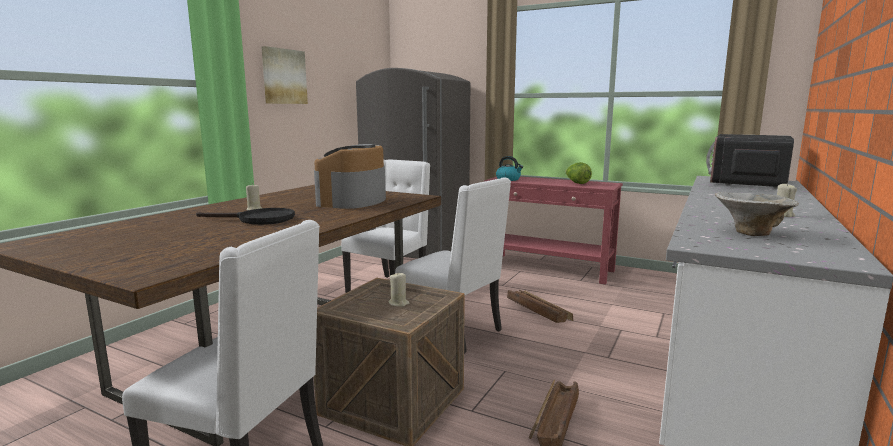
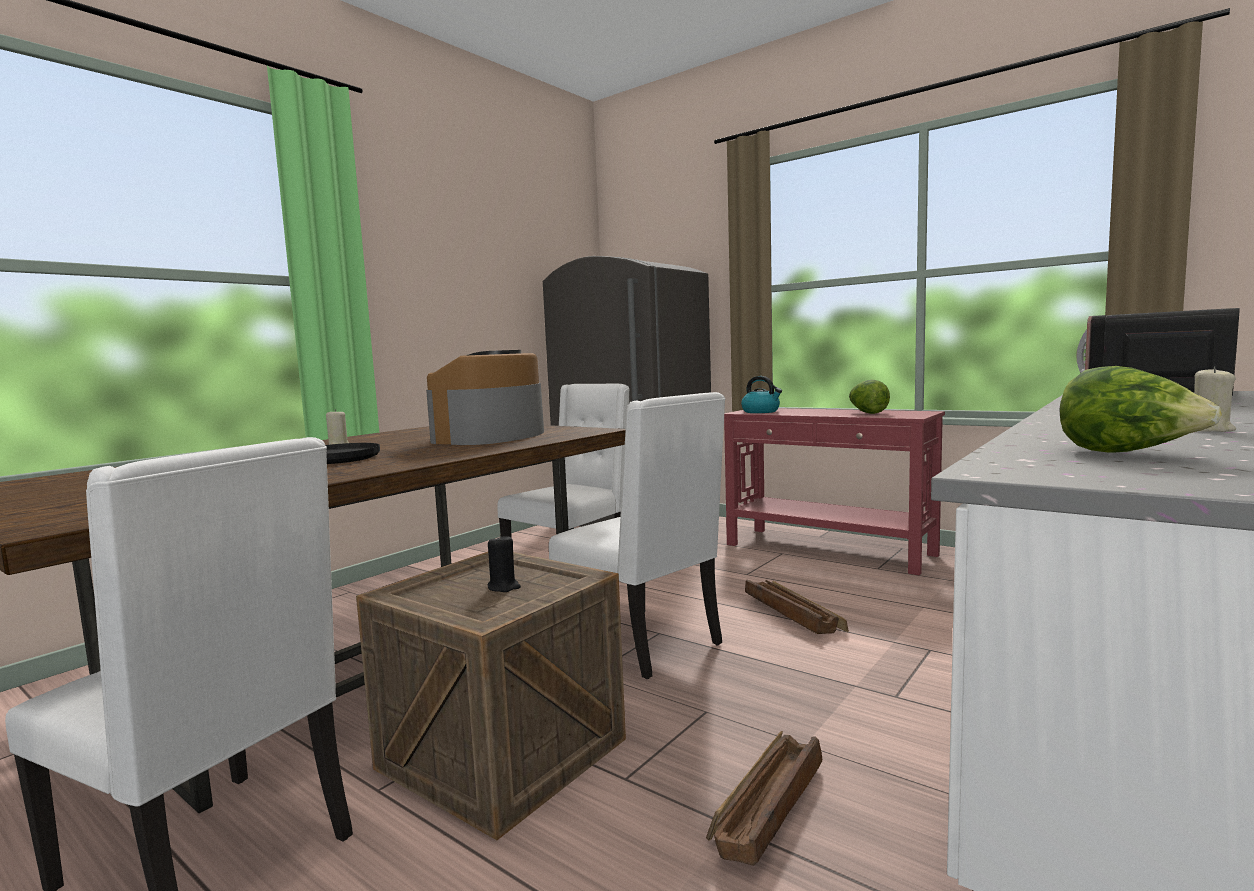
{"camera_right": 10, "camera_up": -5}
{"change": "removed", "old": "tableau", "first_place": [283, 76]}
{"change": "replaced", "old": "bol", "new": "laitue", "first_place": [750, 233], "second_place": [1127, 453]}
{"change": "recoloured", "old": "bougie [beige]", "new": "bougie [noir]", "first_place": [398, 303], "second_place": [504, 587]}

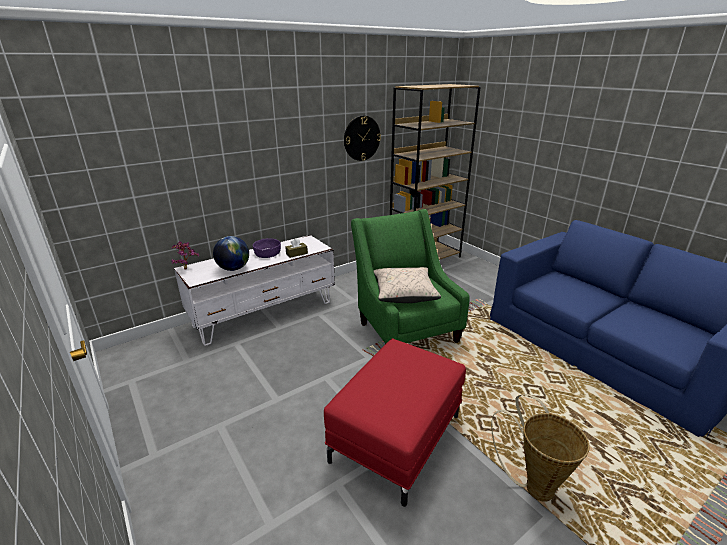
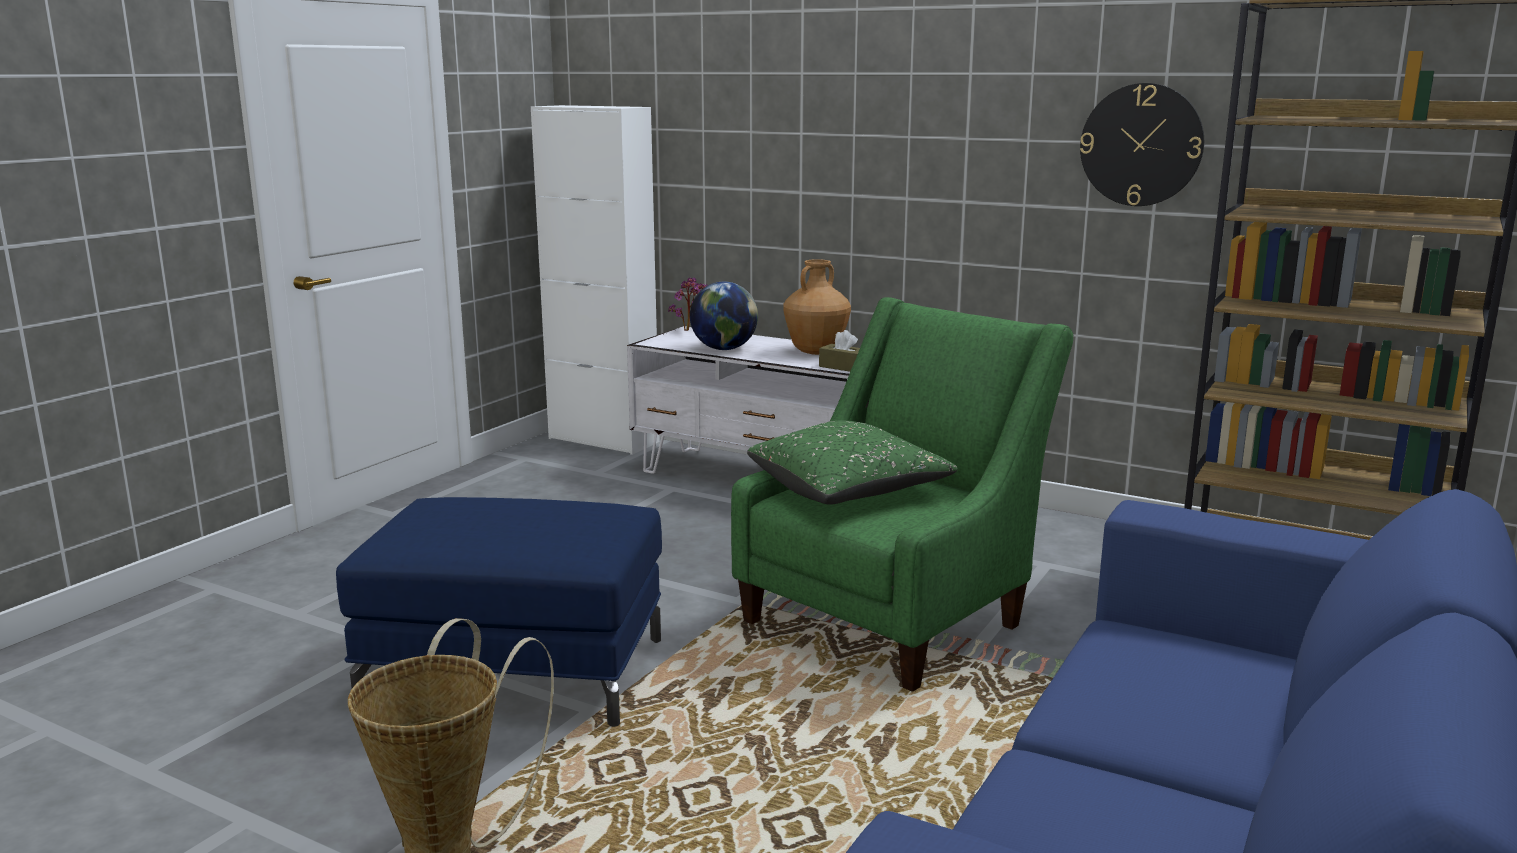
{"camera_right": 65, "camera_up": -10}
{"change": "replaced", "old": "bol [violet]", "new": "vase [marron]", "first_place": [267, 253], "second_place": [816, 352]}
{"change": "recoloured", "old": "coussin [beige]", "new": "coussin [vert]", "first_place": [404, 293], "second_place": [848, 490]}
{"change": "recoloured", "old": "pouf [rouge]", "new": "pouf [bleu]", "first_place": [395, 437], "second_place": [516, 671]}
{"change": "added", "new": "meuble de rangement [blanc]", "second_place": [603, 440]}

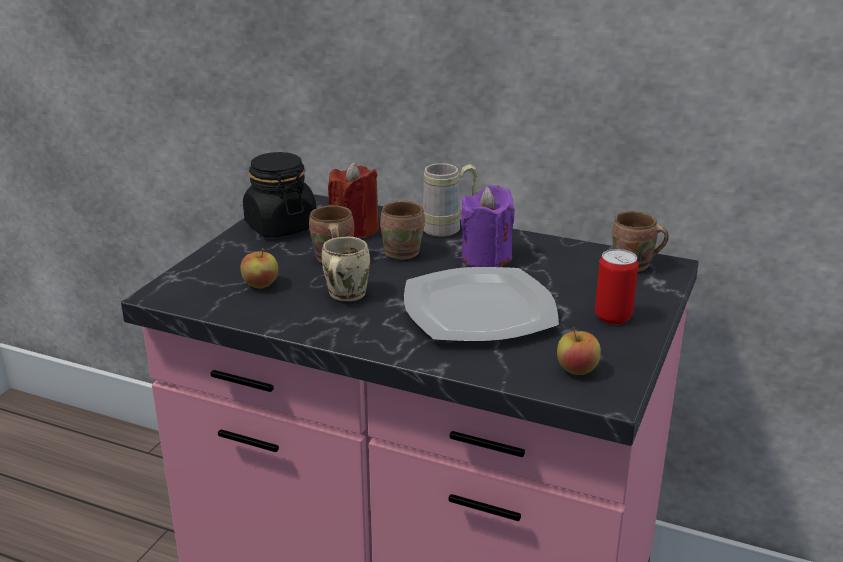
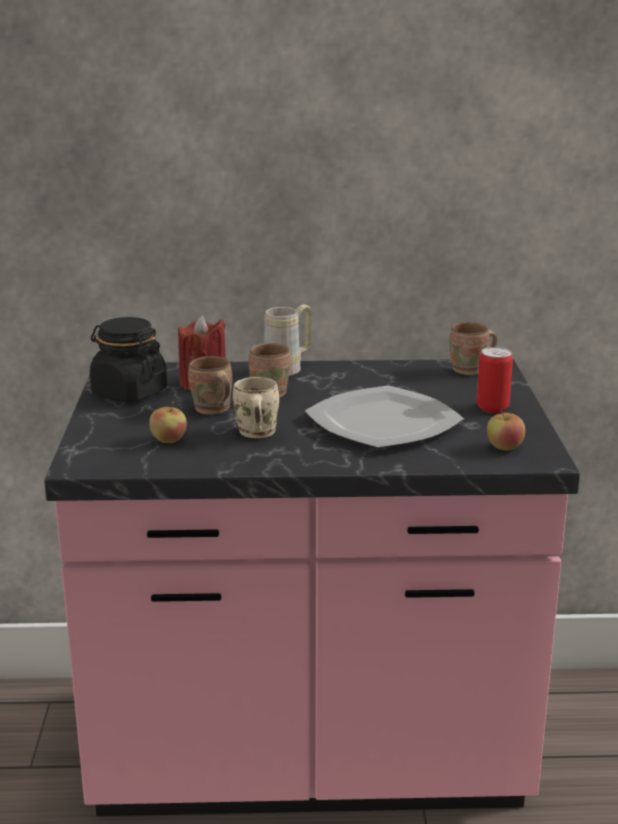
{"camera_right": -25, "camera_up": -5}
{"change": "removed", "old": "bougie [violet]", "first_place": [486, 257]}

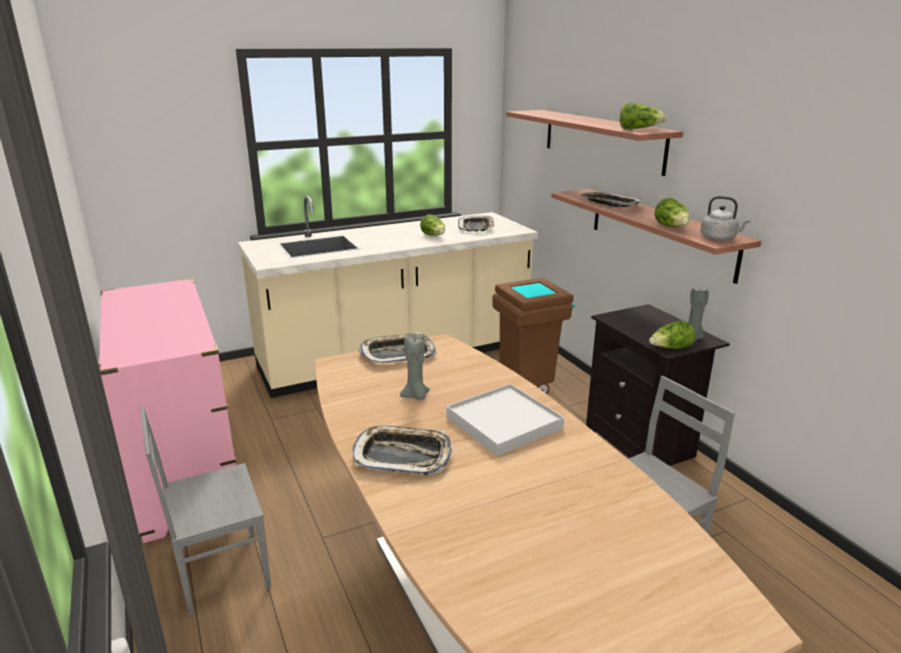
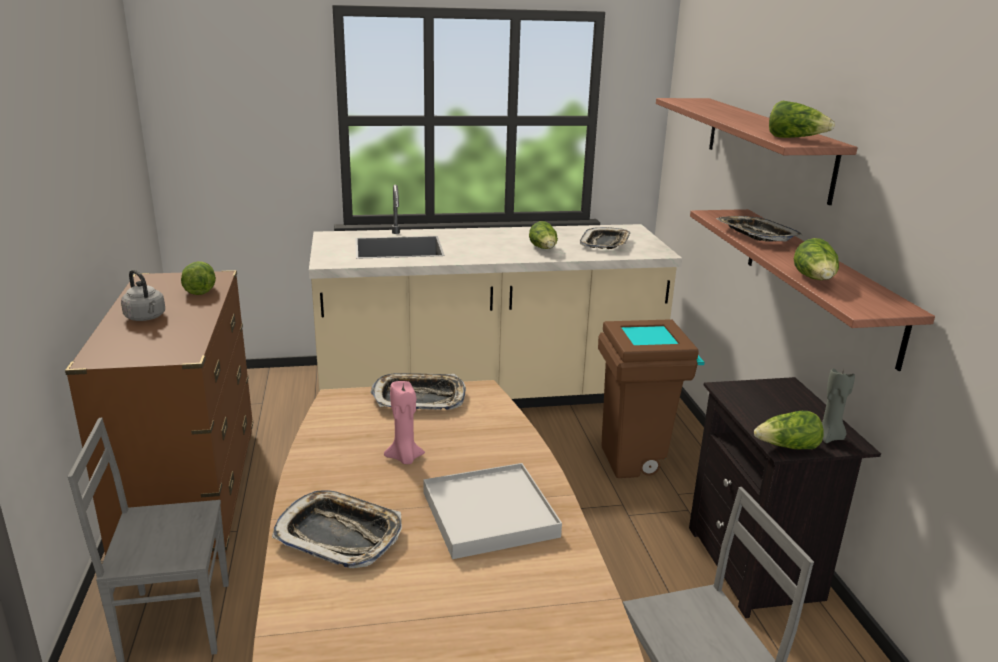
{"camera_right": 15, "camera_up": 0}
{"change": "moved", "old": "bouilloire [gris]", "first_place": [719, 239], "second_place": [146, 317]}
{"change": "recoloured", "old": "commode [rose]", "new": "commode [marron]", "first_place": [183, 471], "second_place": [191, 492]}
{"change": "recoloured", "old": "bougie [gris]", "new": "bougie [rose]", "first_place": [416, 396], "second_place": [404, 458]}
{"change": "added", "new": "laitue", "second_place": [199, 289]}

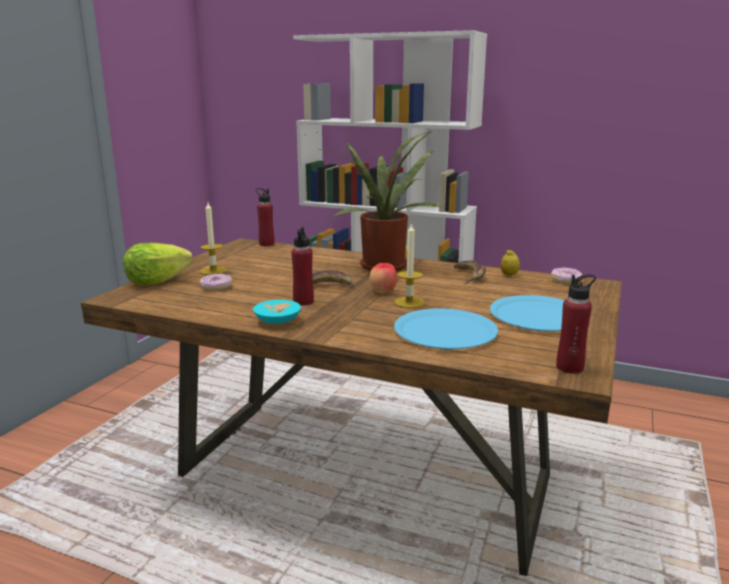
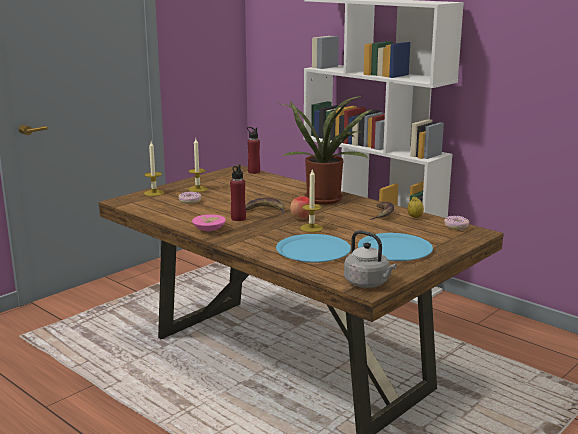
{"camera_right": 20, "camera_up": 0}
{"change": "replaced", "old": "laitue", "new": "bougie", "first_place": [156, 281], "second_place": [154, 193]}
{"change": "replaced", "old": "bouteille [rouge]", "new": "bouilloire [gris]", "first_place": [570, 367], "second_place": [368, 283]}
{"change": "recoloured", "old": "bol [turquoise]", "new": "bol [rose]", "first_place": [279, 321], "second_place": [210, 229]}

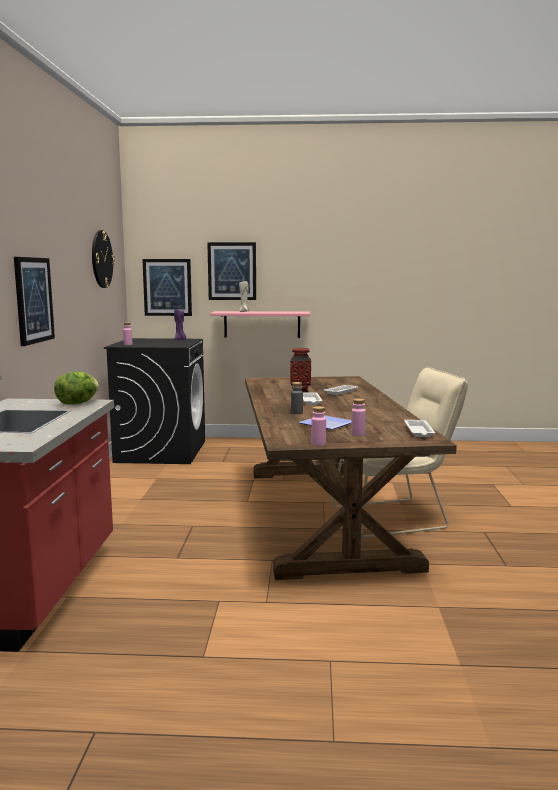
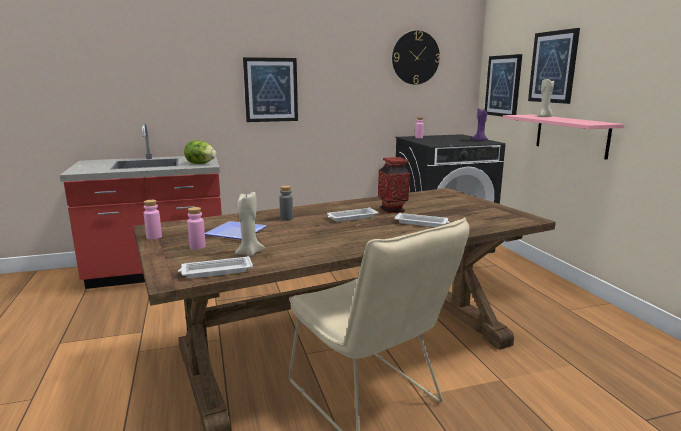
{"camera_right": 70, "camera_up": 5}
{"change": "added", "new": "bougie [beige]", "second_place": [249, 253]}

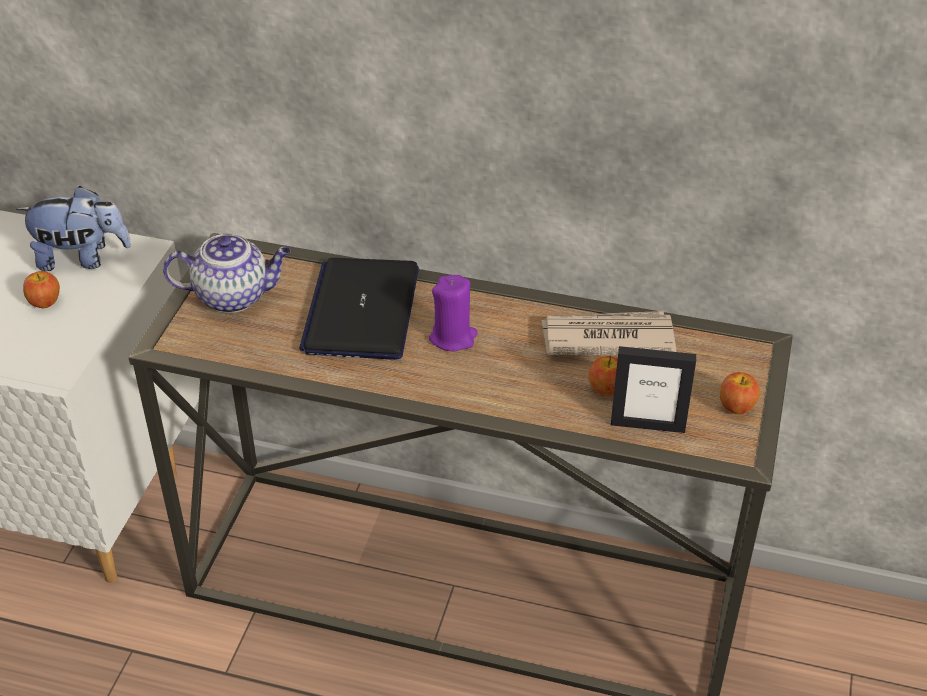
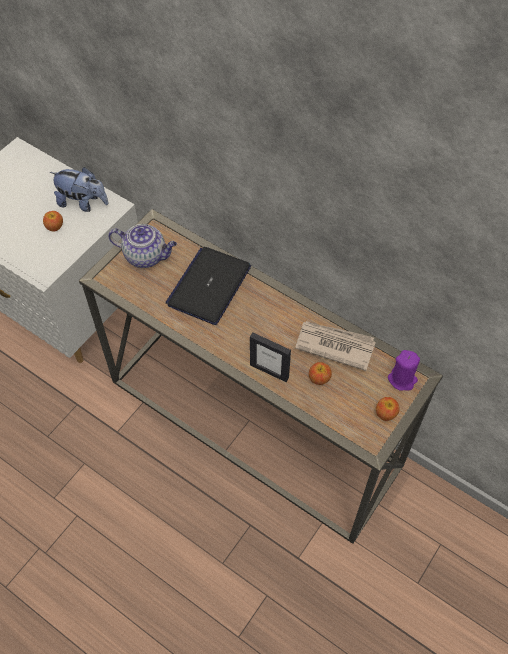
{"camera_right": 20, "camera_up": 15}
{"change": "moved", "old": "bougie [violet]", "first_place": [453, 337], "second_place": [402, 379]}
{"change": "moved", "old": "cadre photo", "first_place": [647, 425], "second_place": [269, 371]}

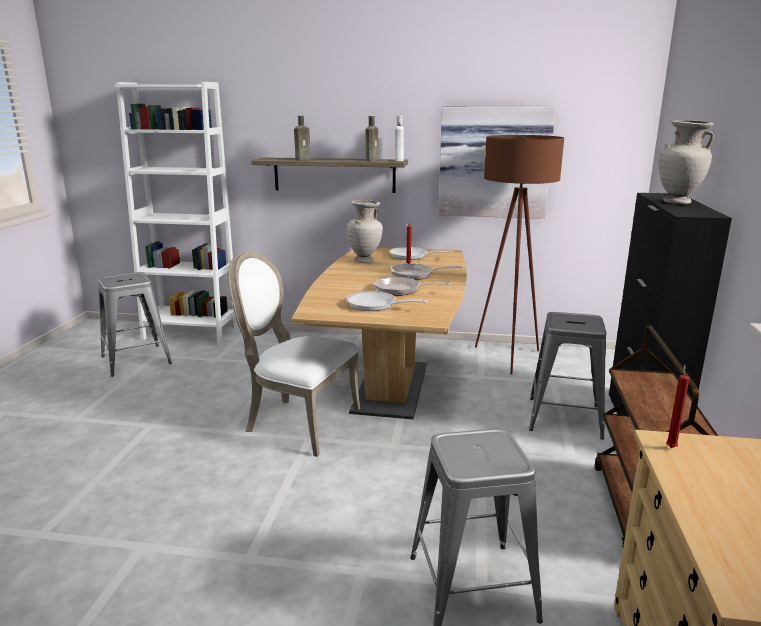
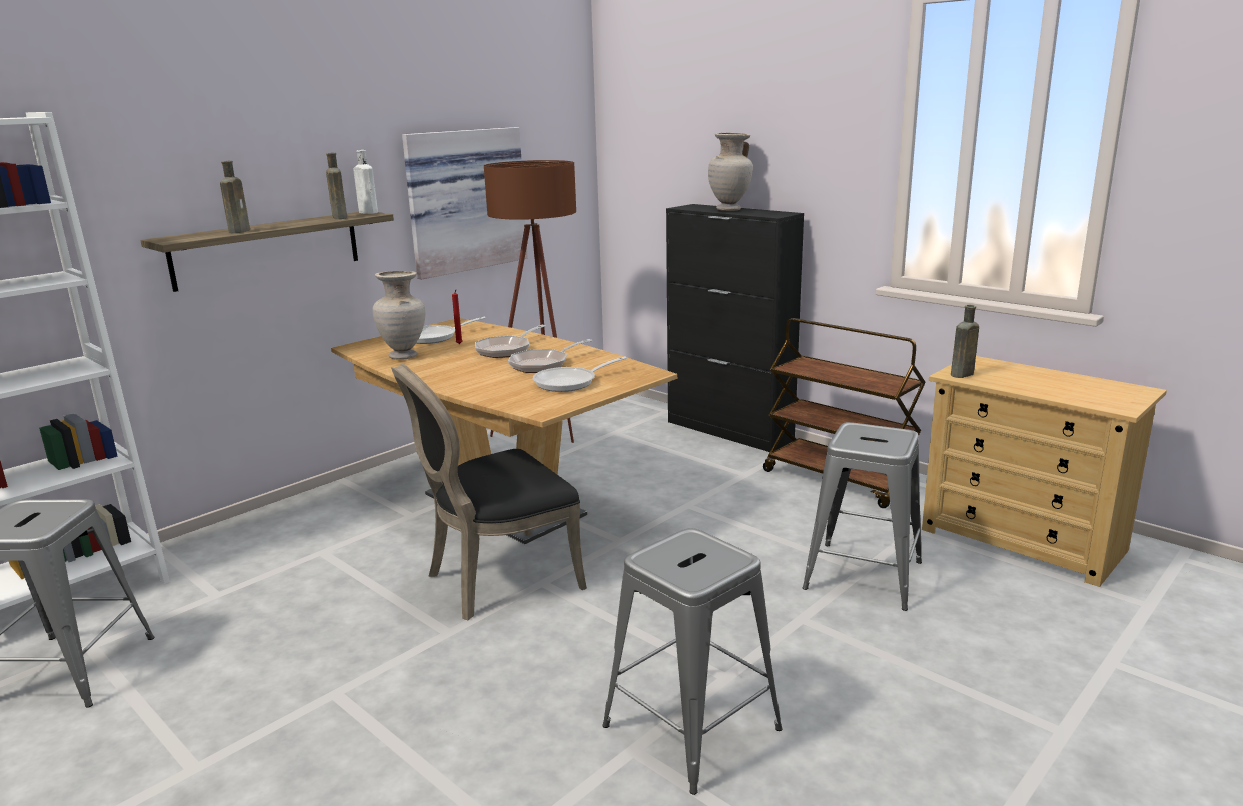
{"camera_right": -55, "camera_up": 0}
{"change": "recoloured", "old": "chaise [blanc]", "new": "chaise [noir]", "first_place": [298, 422], "second_place": [497, 580]}
{"change": "moved", "old": "tabouret [gris]", "first_place": [565, 417], "second_place": [691, 727]}
{"change": "replaced", "old": "bougie [rouge]", "new": "bouteille [marron]", "first_place": [671, 447], "second_place": [961, 375]}

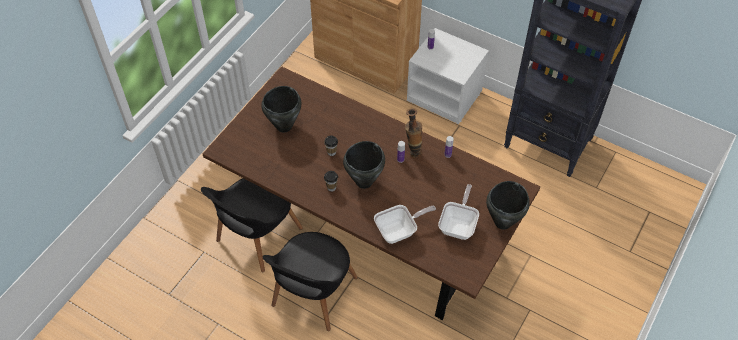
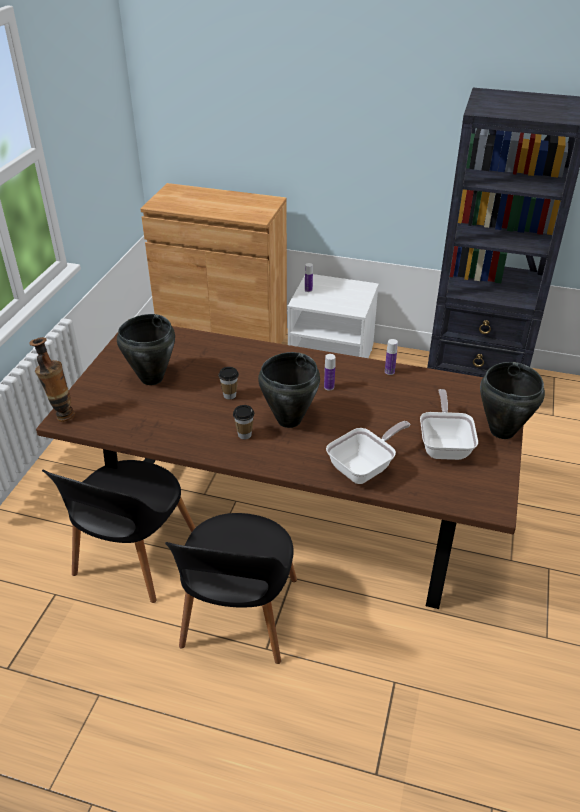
{"camera_right": -15, "camera_up": -15}
{"change": "moved", "old": "vase", "first_place": [413, 151], "second_place": [61, 415]}

